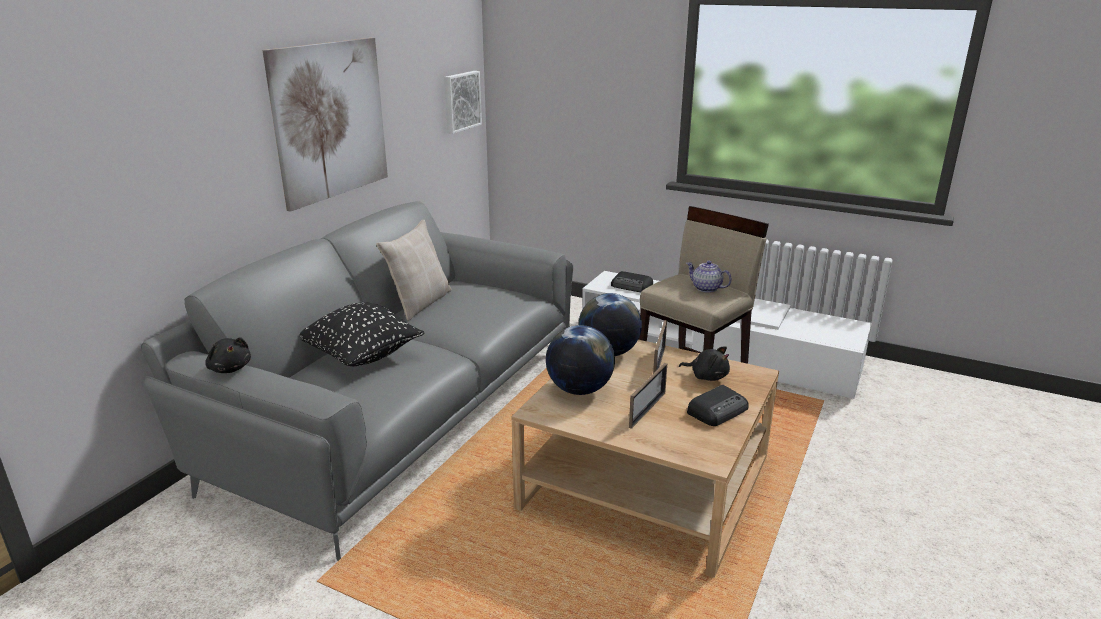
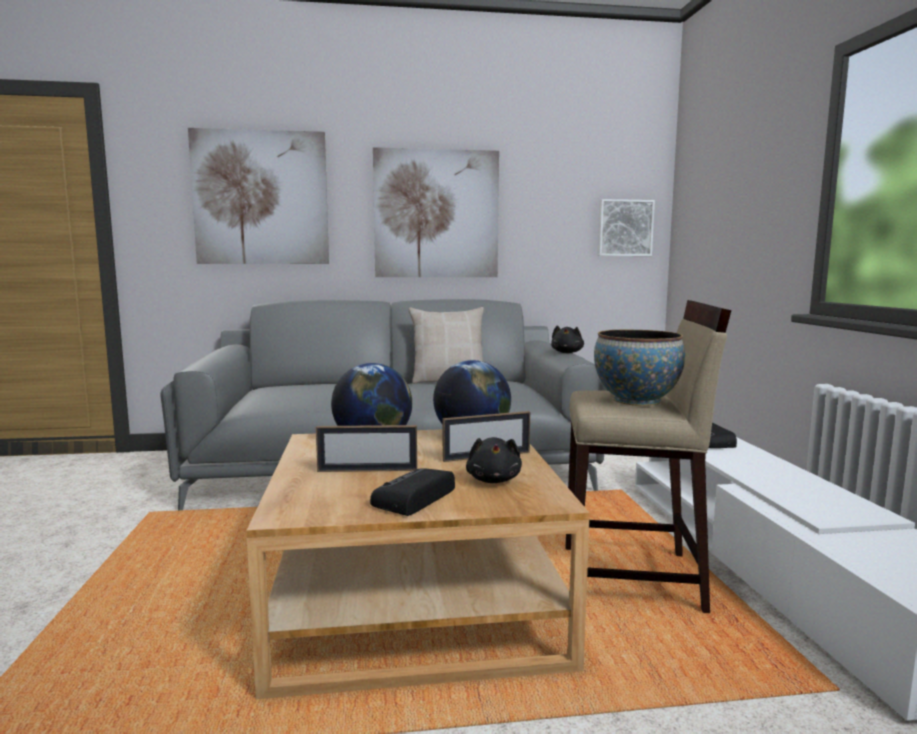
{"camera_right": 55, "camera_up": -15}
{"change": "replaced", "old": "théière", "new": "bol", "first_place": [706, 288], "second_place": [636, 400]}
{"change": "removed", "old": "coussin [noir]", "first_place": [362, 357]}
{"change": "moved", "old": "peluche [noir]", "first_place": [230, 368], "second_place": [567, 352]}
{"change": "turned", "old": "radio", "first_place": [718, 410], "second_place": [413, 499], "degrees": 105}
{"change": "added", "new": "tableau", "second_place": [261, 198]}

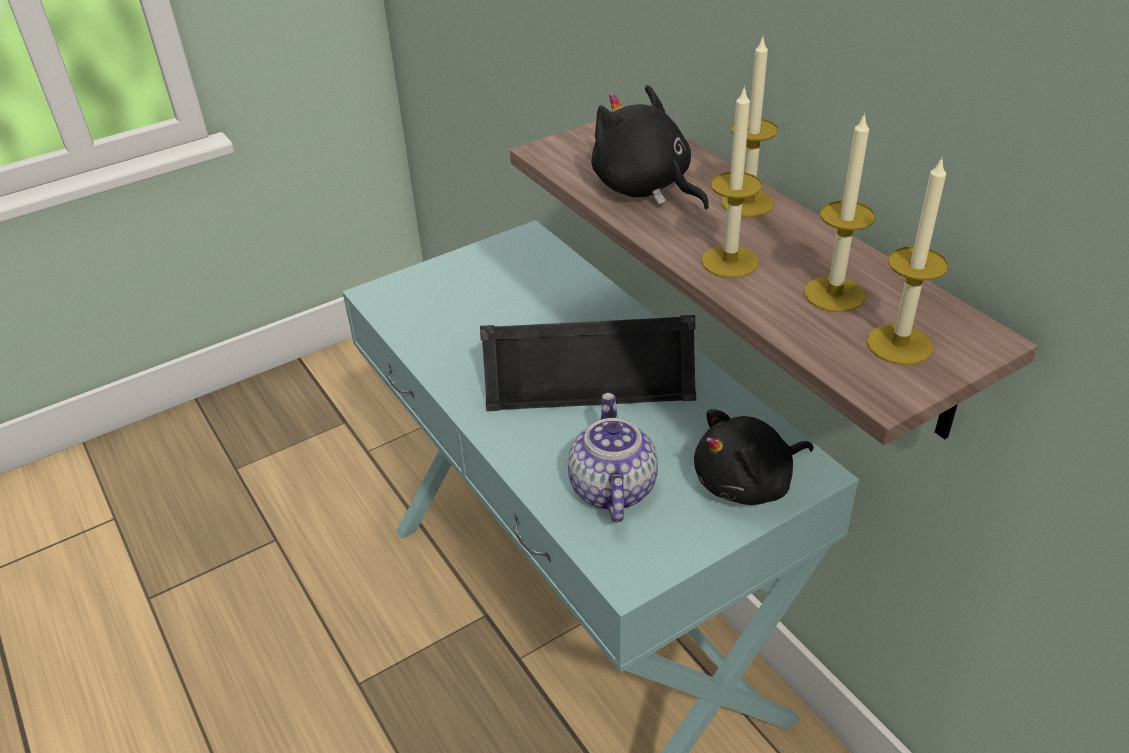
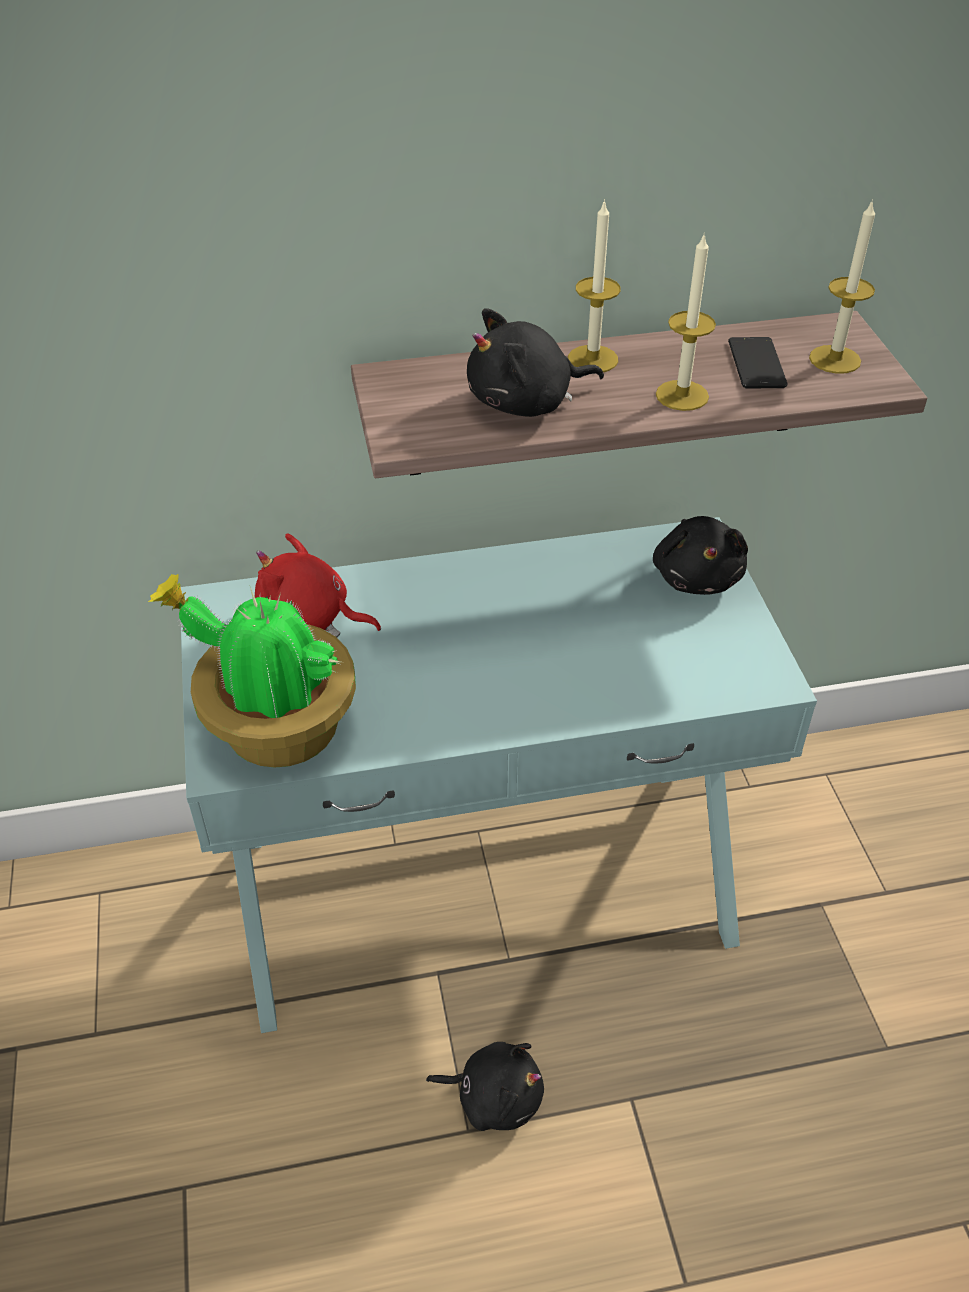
{"camera_right": -70, "camera_up": 5}
{"change": "replaced", "old": "bougie", "new": "téléphone", "first_place": [834, 294], "second_place": [756, 364]}
{"change": "removed", "old": "enceinte [noir]", "first_place": [588, 375]}
{"change": "removed", "old": "théière", "first_place": [611, 488]}
{"change": "added", "new": "peluche [rouge]", "second_place": [310, 621]}
{"change": "added", "new": "plante en pot", "second_place": [275, 728]}
{"change": "added", "new": "peluche [noir]", "second_place": [494, 1096]}

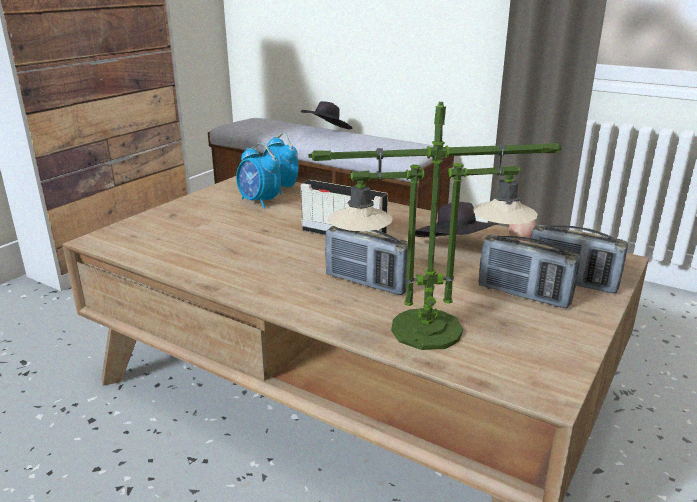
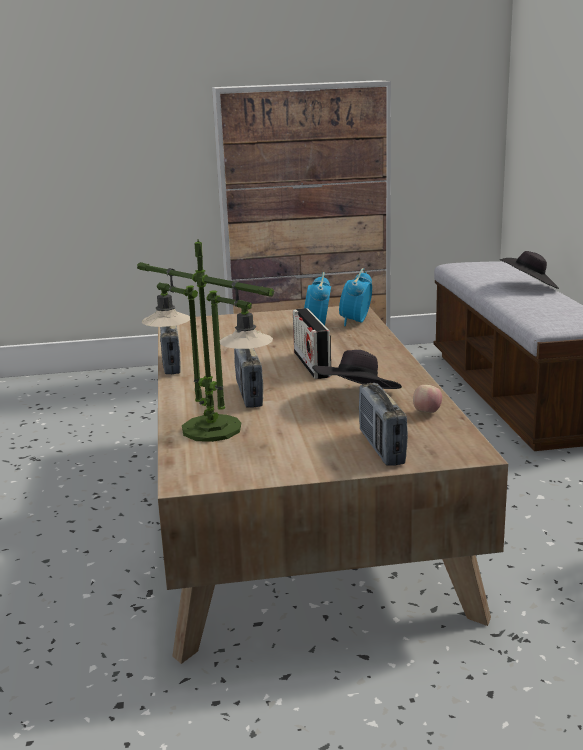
{"camera_right": 50, "camera_up": -5}
{"change": "moved", "old": "radio", "first_place": [523, 295], "second_place": [171, 364]}

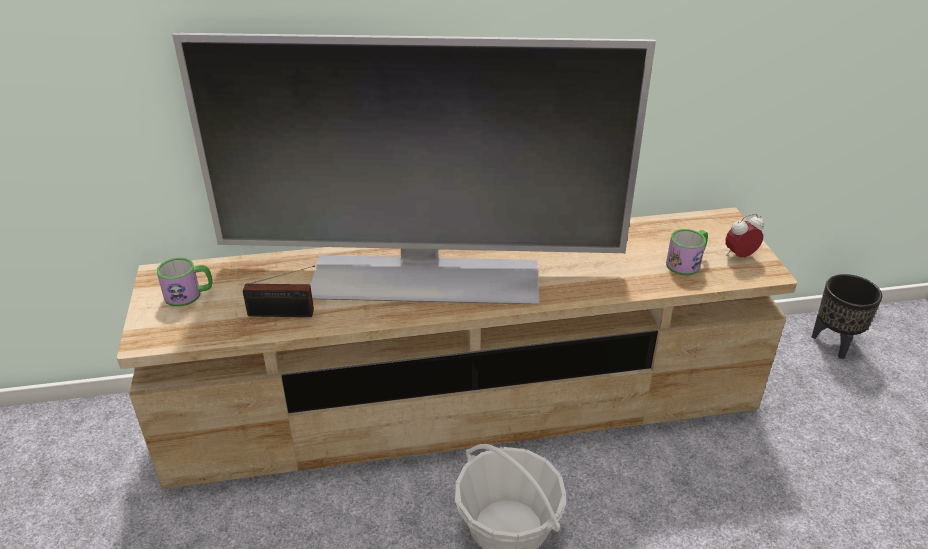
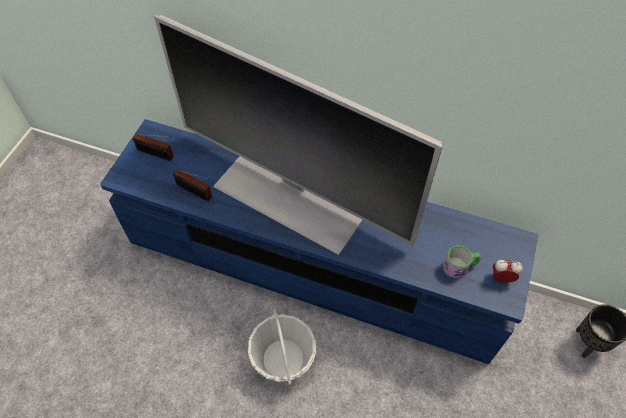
{"camera_right": 30, "camera_up": 20}
{"change": "recoloured", "old": "meuble télé [beige]", "new": "meuble télé [bleu]", "first_place": [464, 402], "second_place": [313, 265]}
{"change": "replaced", "old": "mug", "new": "radio", "first_place": [189, 295], "second_place": [157, 154]}

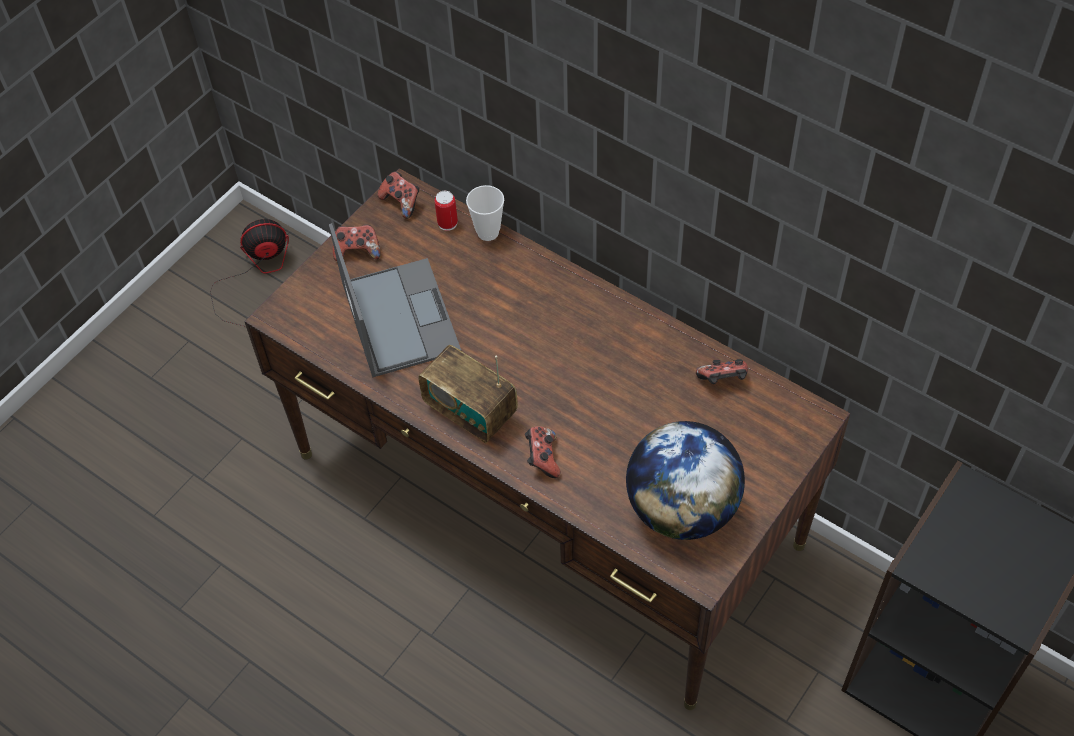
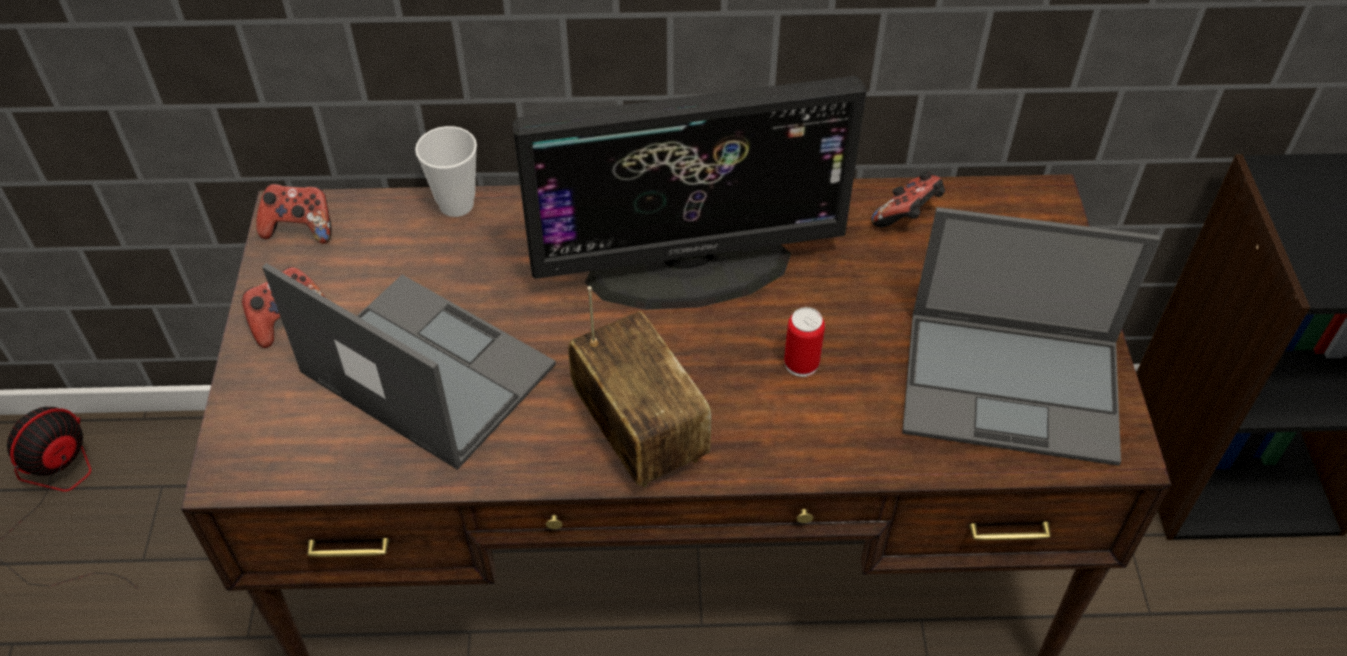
{"camera_right": -40, "camera_up": -5}
{"change": "moved", "old": "boîte métallique", "first_place": [447, 223], "second_place": [801, 363]}
{"change": "turned", "old": "radio", "first_place": [470, 412], "second_place": [639, 432], "degrees": -120}
{"change": "replaced", "old": "globe", "new": "ordinateur portable", "first_place": [682, 508], "second_place": [1014, 386]}
{"change": "removed", "old": "manette", "first_place": [542, 458]}
{"change": "added", "new": "écran d'ordinateur", "second_place": [689, 266]}

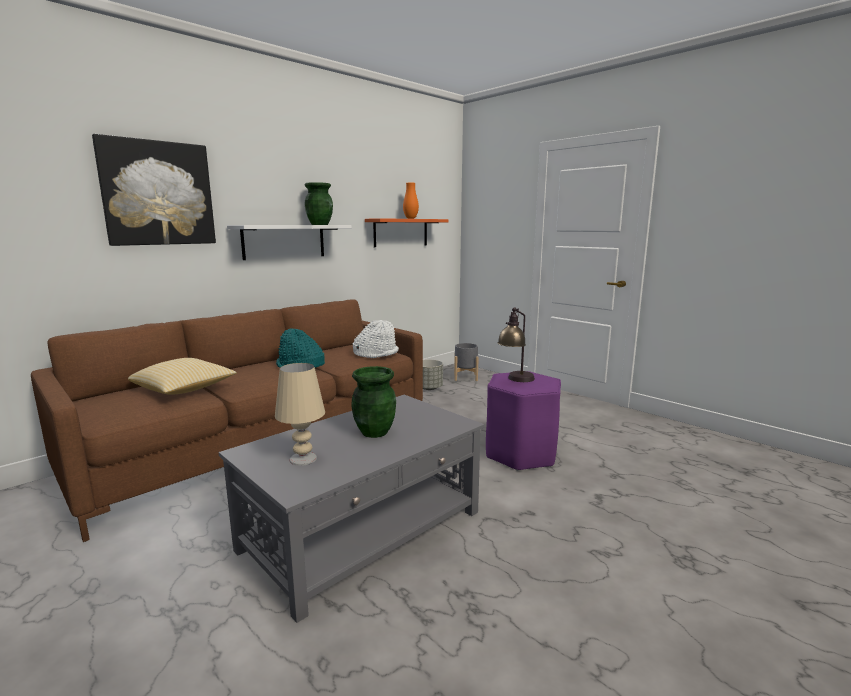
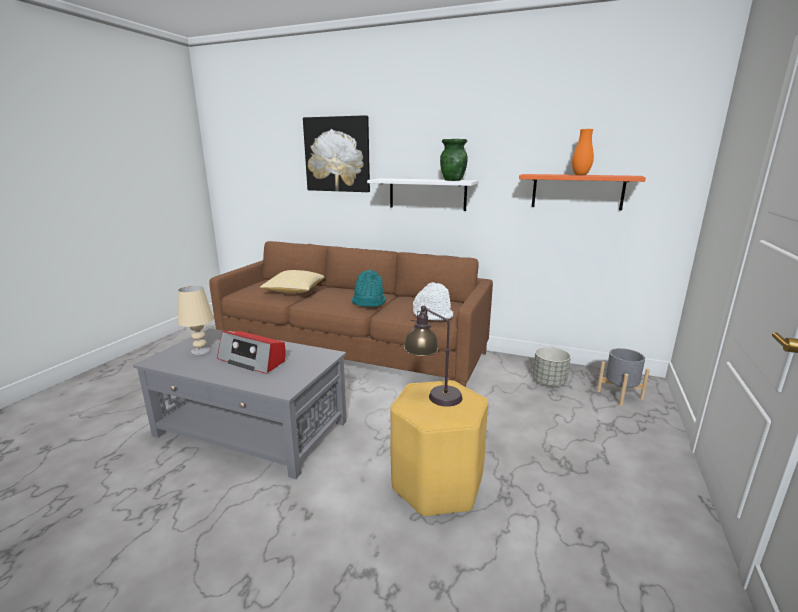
{"camera_right": 65, "camera_up": 5}
{"change": "replaced", "old": "vase [vert]", "new": "radio", "first_place": [374, 432], "second_place": [253, 360]}
{"change": "recoloured", "old": "tabouret [violet]", "new": "tabouret [jaune]", "first_place": [520, 454], "second_place": [436, 484]}

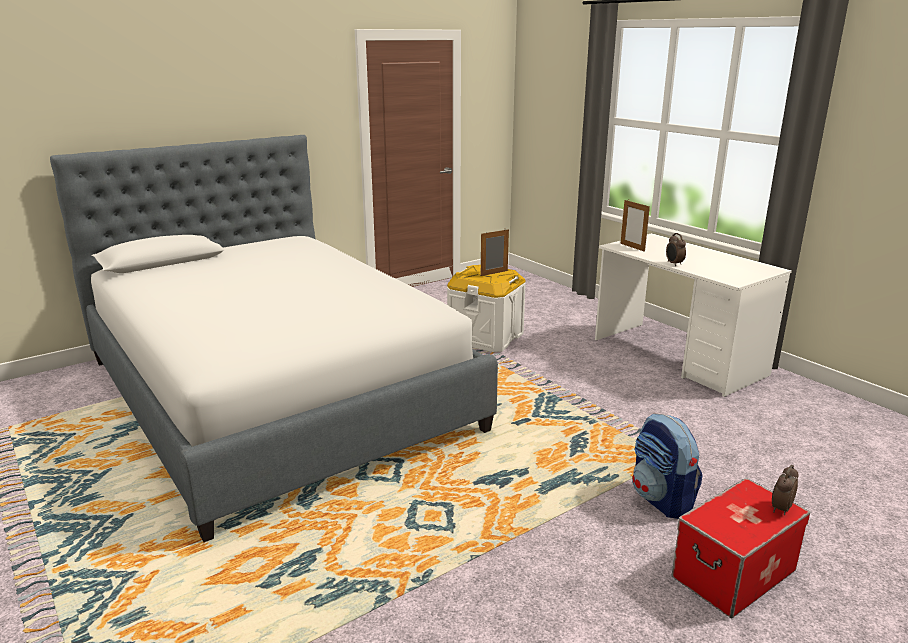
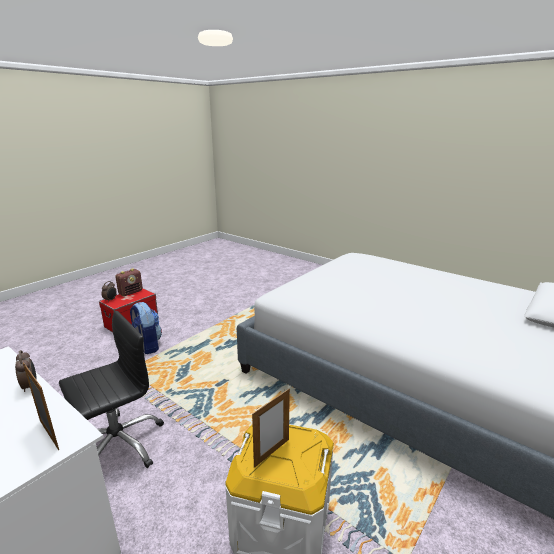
{"camera_right": 165, "camera_up": 0}
{"change": "added", "new": "radio", "second_place": [131, 292]}
{"change": "added", "new": "chaise de bureau [noir]", "second_place": [118, 445]}

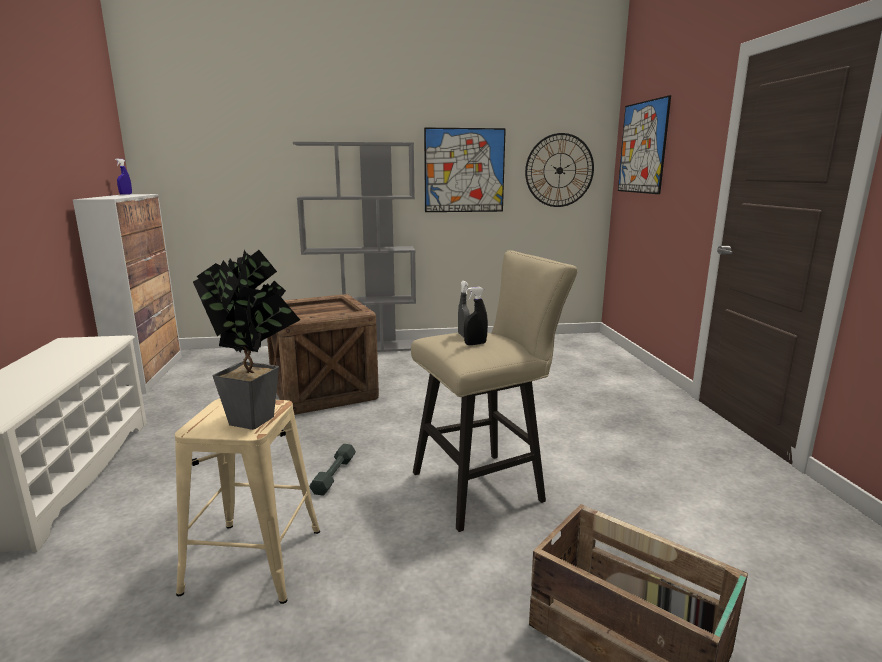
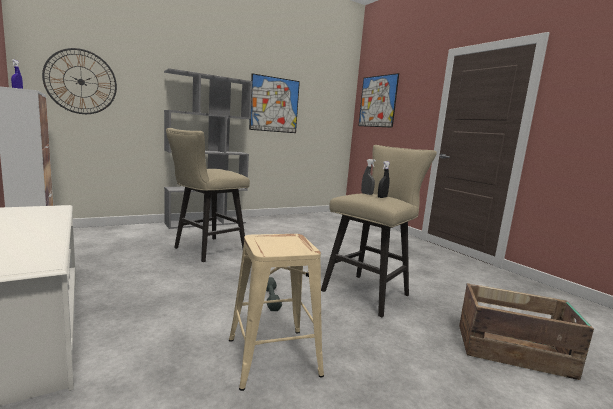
{"camera_right": -25, "camera_up": -5}
{"change": "moved", "old": "horloge murale", "first_place": [559, 170], "second_place": [81, 82]}
{"change": "removed", "old": "plante en pot", "first_place": [259, 418]}
{"change": "replaced", "old": "caisse", "new": "tabouret [beige]", "first_place": [322, 391], "second_place": [205, 250]}

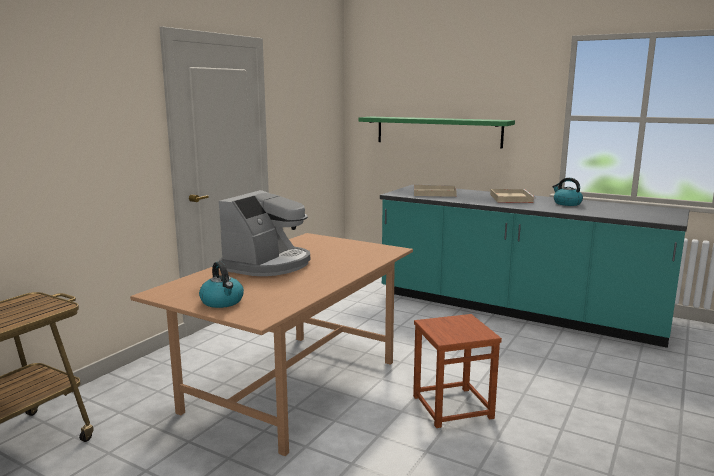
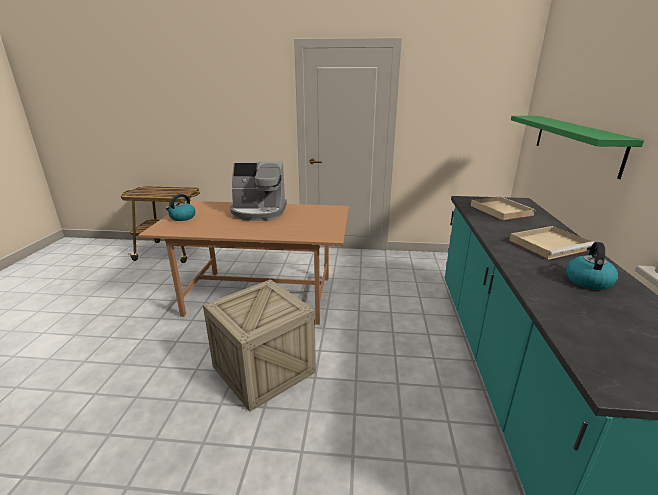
{"camera_right": 65, "camera_up": 10}
{"change": "replaced", "old": "tabouret [marron]", "new": "caisse", "first_place": [452, 406], "second_place": [263, 369]}

